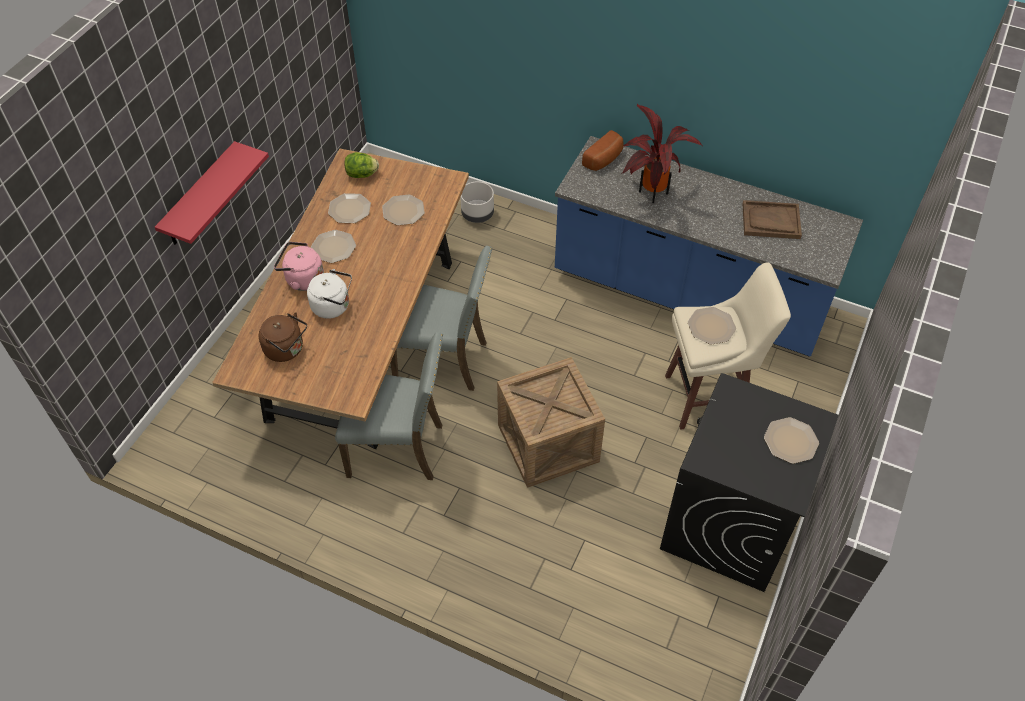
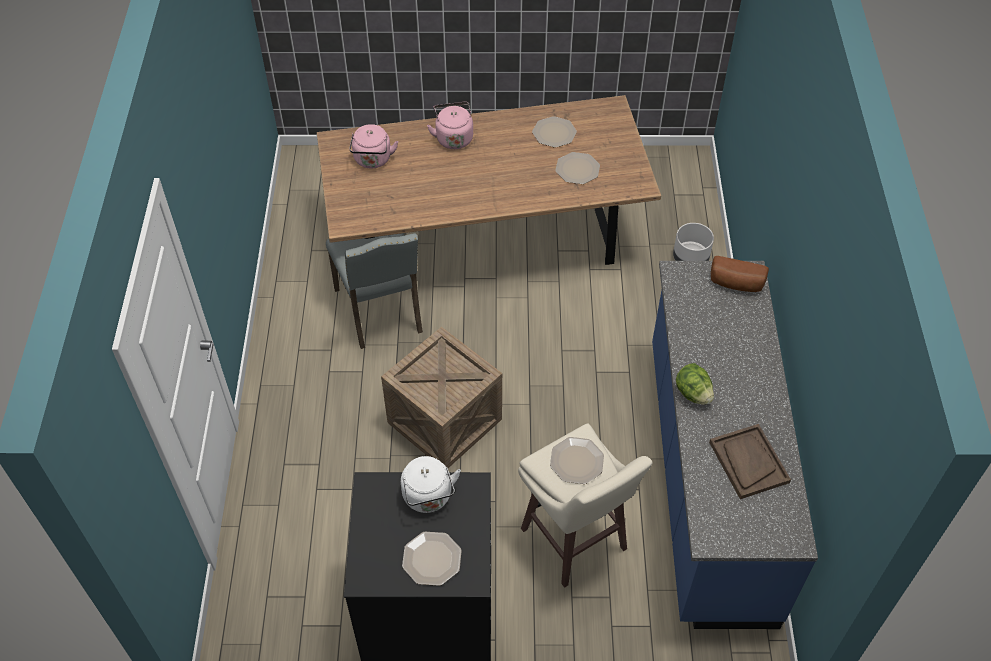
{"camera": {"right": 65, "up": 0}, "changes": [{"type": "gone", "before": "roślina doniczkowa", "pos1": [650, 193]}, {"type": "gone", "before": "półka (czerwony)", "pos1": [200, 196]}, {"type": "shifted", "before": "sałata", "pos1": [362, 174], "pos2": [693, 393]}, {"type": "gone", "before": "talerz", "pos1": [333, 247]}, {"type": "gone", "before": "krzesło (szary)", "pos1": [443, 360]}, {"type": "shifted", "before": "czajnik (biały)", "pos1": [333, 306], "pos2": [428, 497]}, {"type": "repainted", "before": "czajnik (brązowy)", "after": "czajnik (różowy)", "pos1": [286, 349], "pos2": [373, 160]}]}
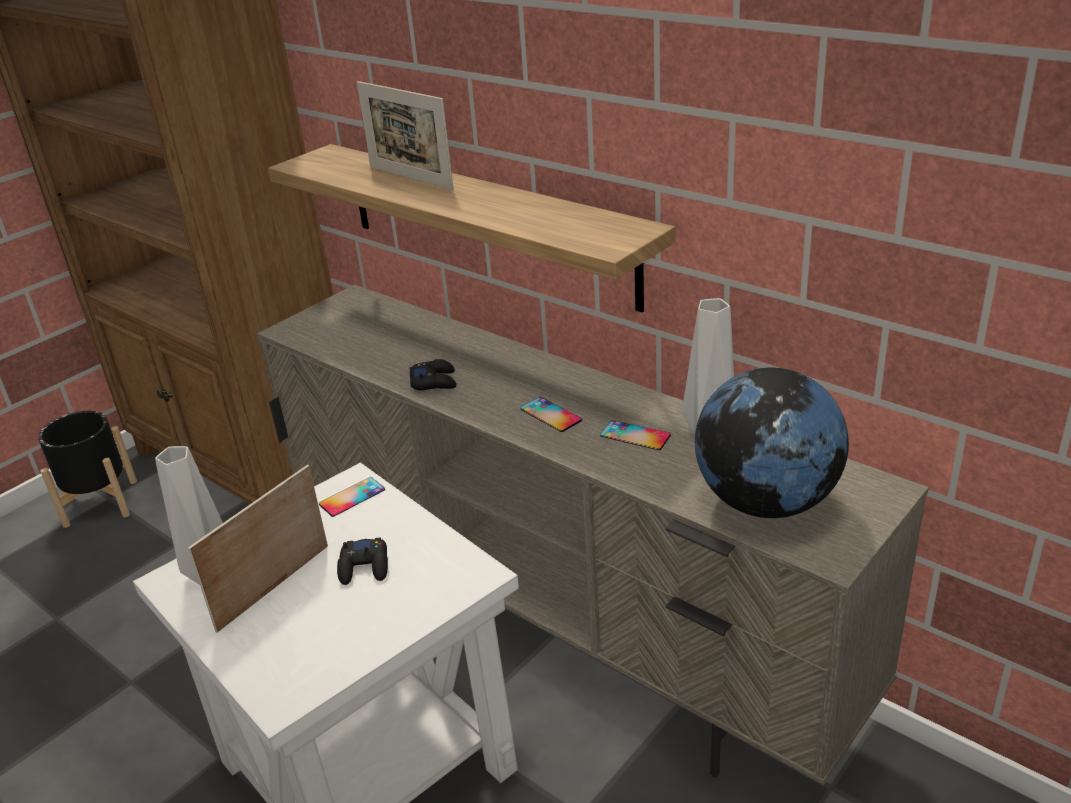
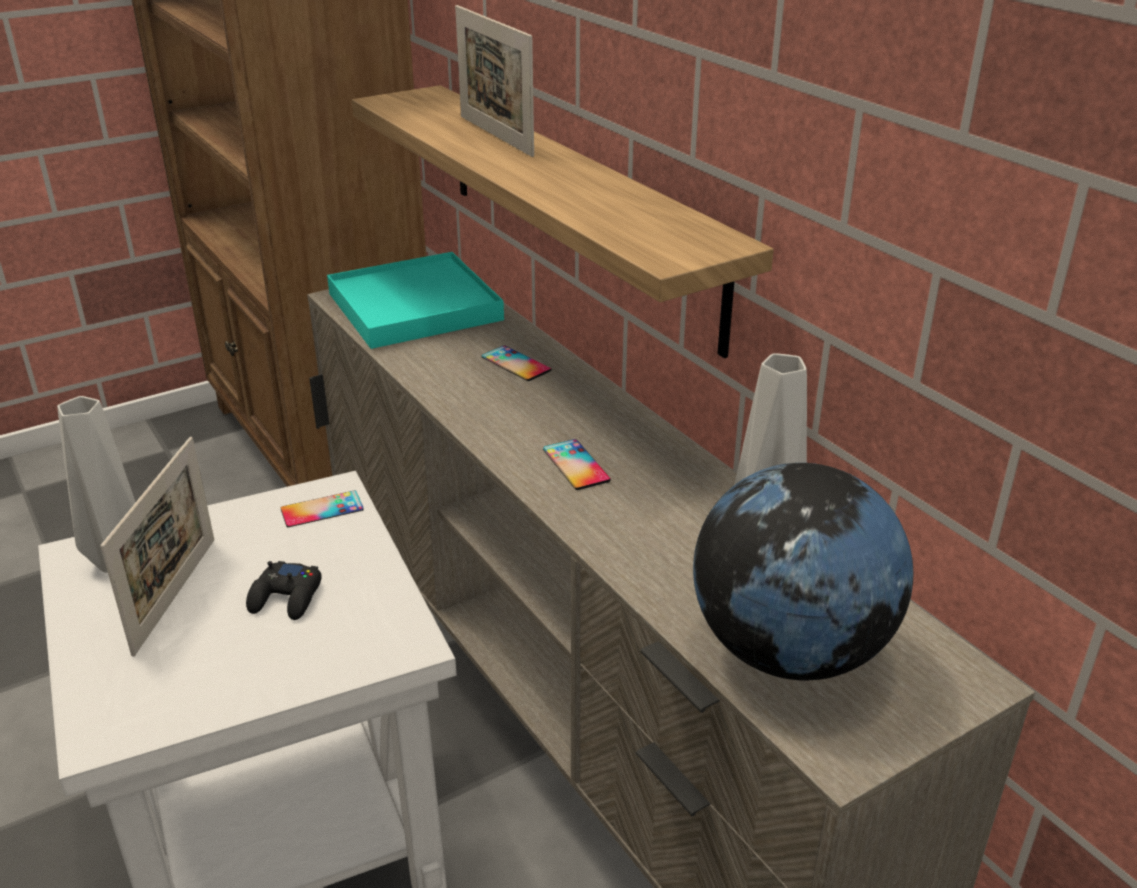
{"camera": {"right": 15, "up": 0}, "changes": [{"type": "gone", "before": "pad do gier (czarny)", "pos1": [434, 381]}, {"type": "gone", "before": "donica (czarny)", "pos1": [100, 503]}, {"type": "shifted", "before": "telefon", "pos1": [635, 435], "pos2": [516, 364]}, {"type": "rotated", "before": "ramka na zdjęcie", "pos1": [274, 587], "pos2": [175, 594], "turn": 135}, {"type": "new", "after": "taca (turkusowy)", "pos2": [414, 307]}]}
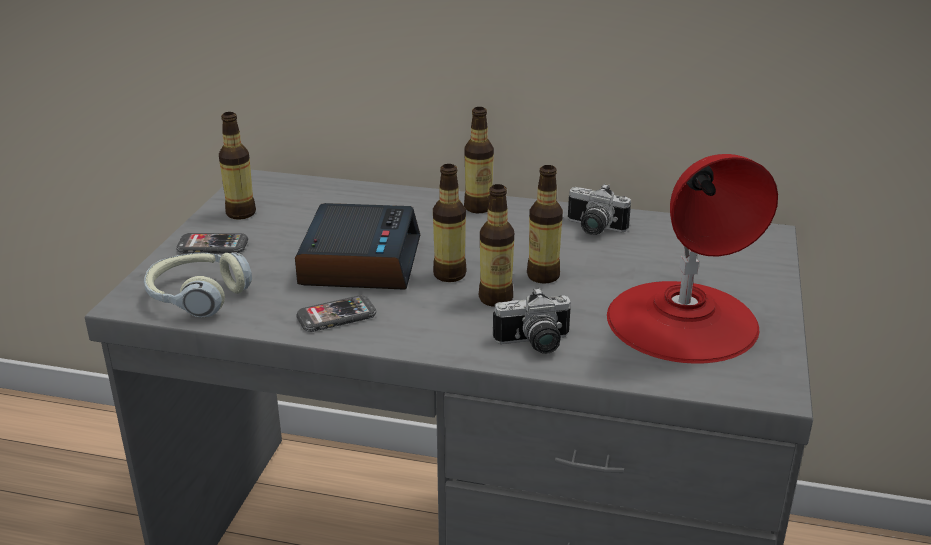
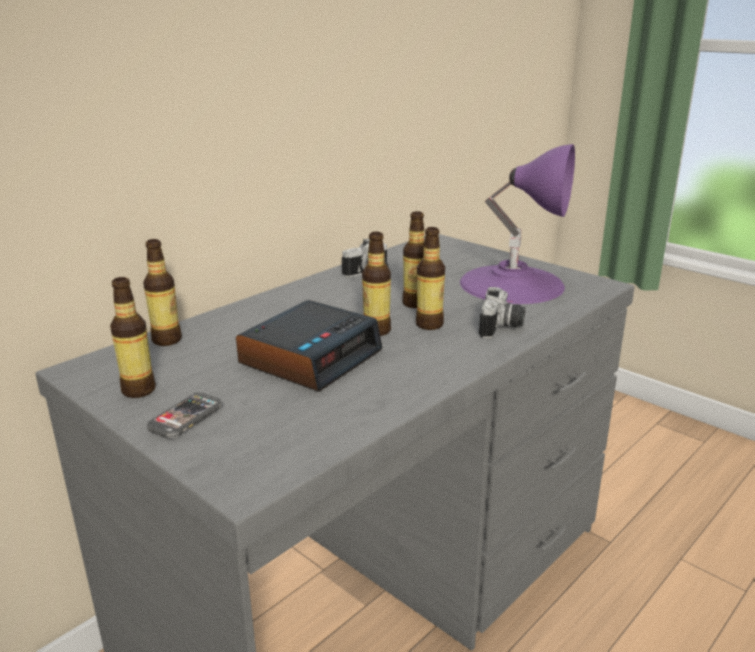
{"camera": {"right": -60, "up": -5}, "changes": [{"type": "shifted", "before": "butelka", "pos1": [478, 207], "pos2": [167, 340]}, {"type": "repainted", "before": "lampa stołowa (czerwony)", "after": "lampa stołowa (fioletowy)", "pos1": [683, 320], "pos2": [512, 283]}, {"type": "rotated", "before": "budzik", "pos1": [359, 260], "pos2": [311, 357], "turn": 90}, {"type": "gone", "before": "słuchawki", "pos1": [197, 296]}, {"type": "gone", "before": "telefon", "pos1": [336, 316]}]}
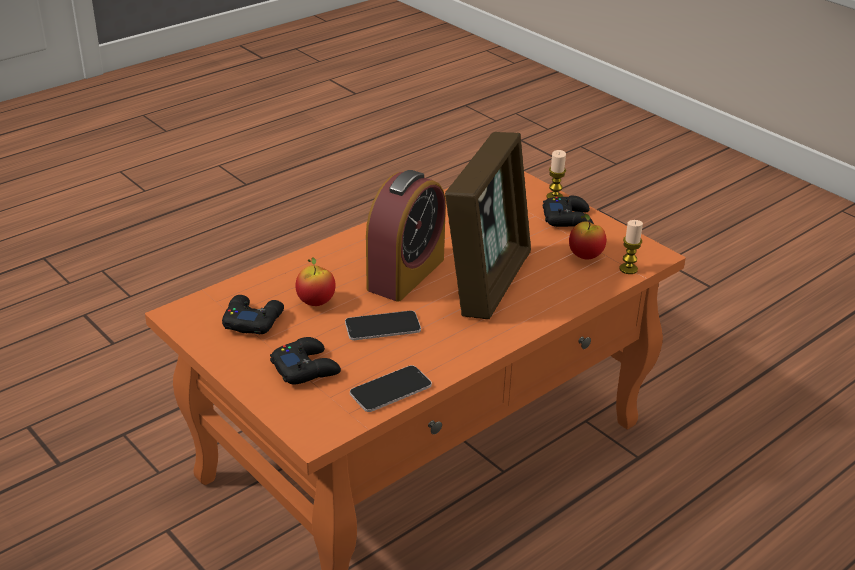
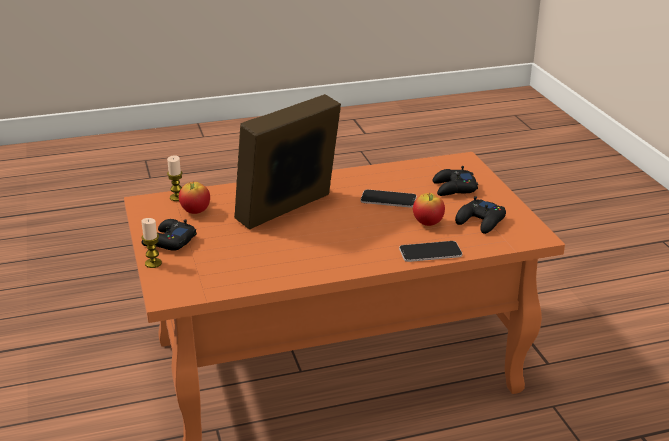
{"camera": {"right": -155, "up": -5}, "changes": [{"type": "gone", "before": "budzik", "pos1": [406, 274]}, {"type": "shifted", "before": "telefon", "pos1": [390, 390], "pos2": [430, 252]}]}
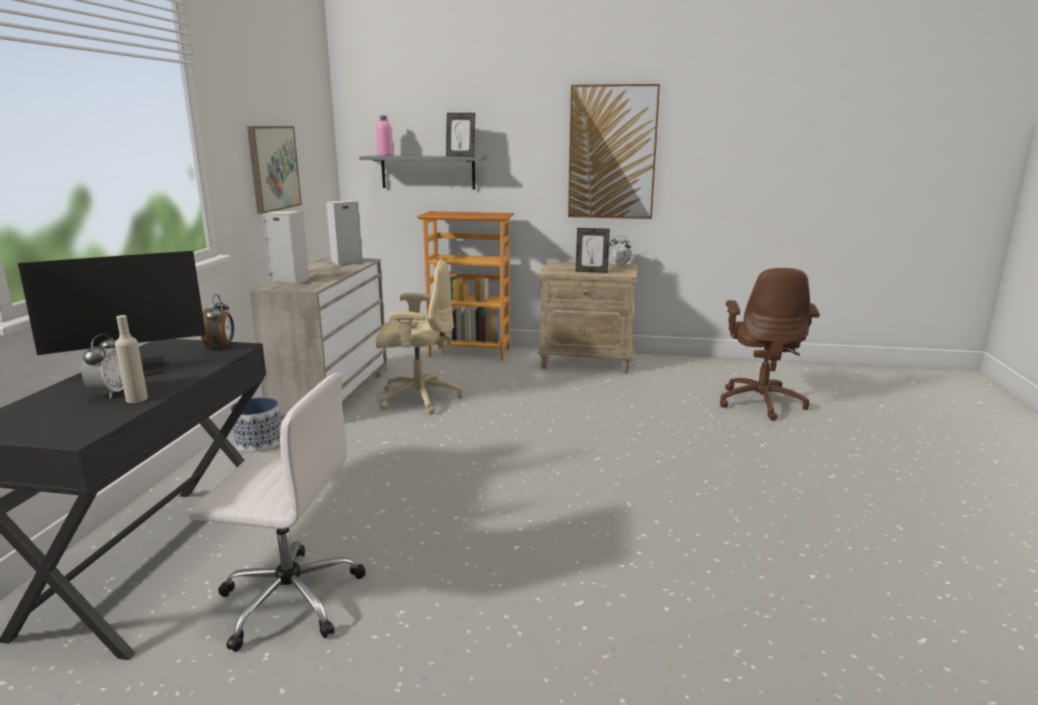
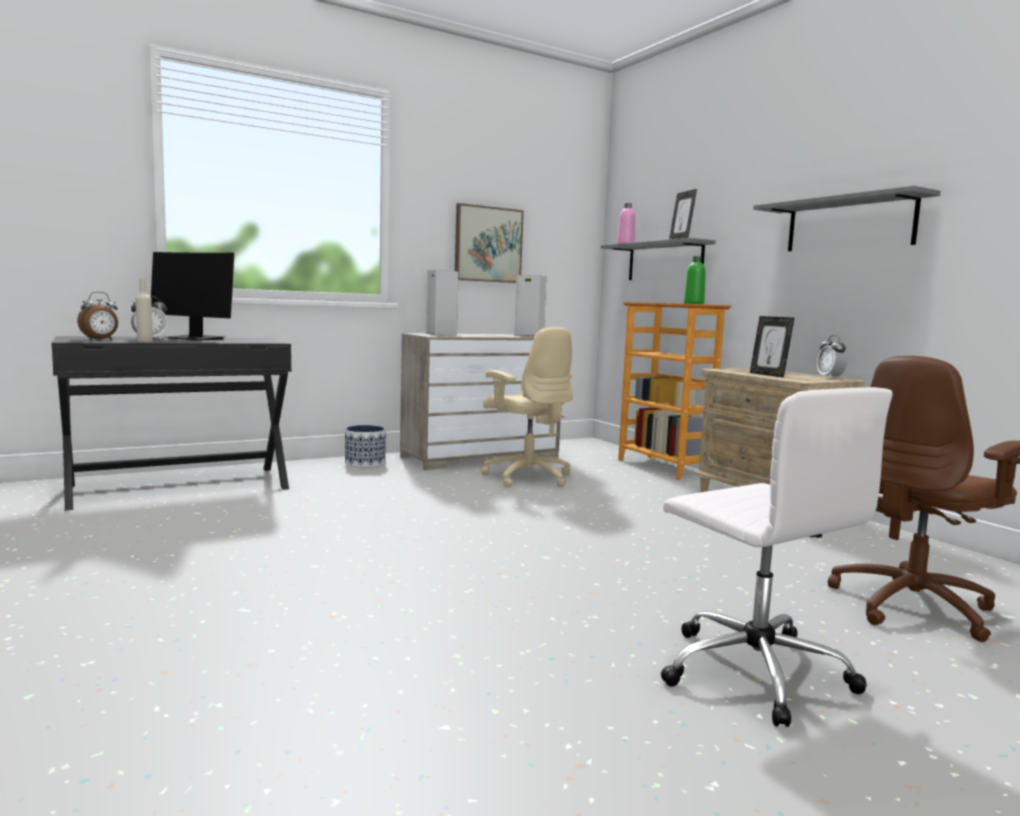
{"camera": {"right": 50, "up": -10}, "changes": [{"type": "swapped", "before": "obraz", "after": "półka (szary)", "pos1": [612, 152], "pos2": [849, 224]}, {"type": "shifted", "before": "budzik", "pos1": [221, 347], "pos2": [100, 339]}, {"type": "shifted", "before": "krzesło biurowe (biały)", "pos1": [288, 598], "pos2": [753, 670]}, {"type": "new", "after": "butelka (zielony)", "pos2": [693, 303]}]}
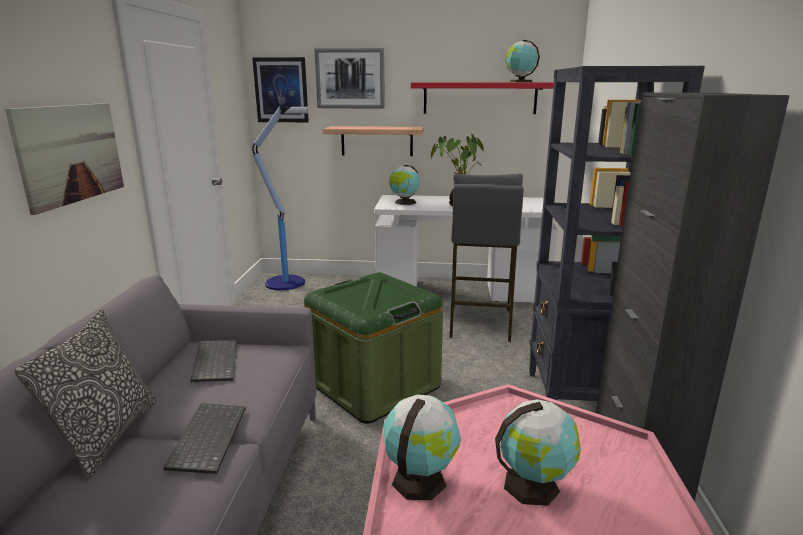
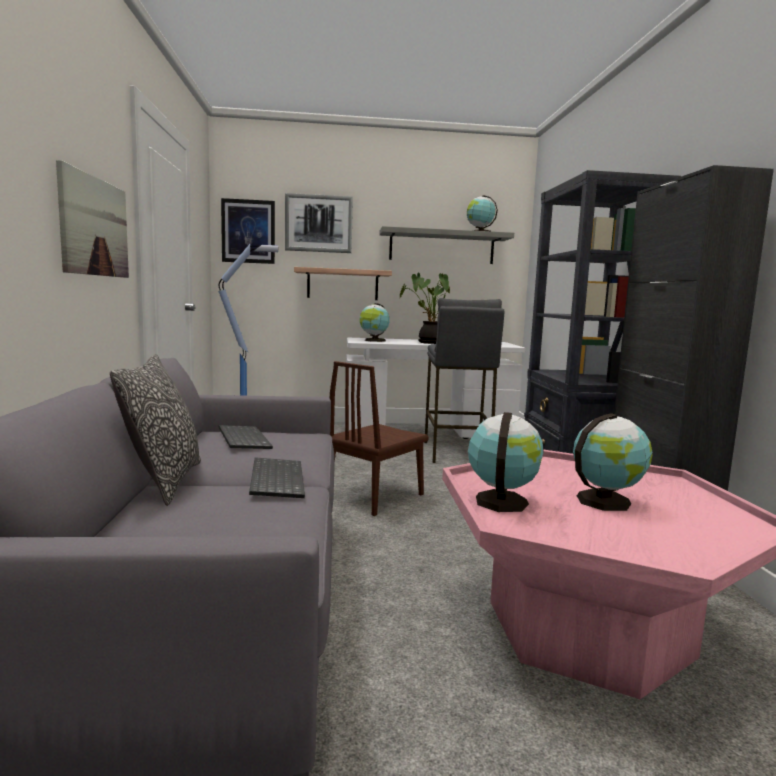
{"camera": {"right": -10, "up": -10}, "changes": [{"type": "repainted", "before": "półka (czerwony)", "after": "półka (szary)", "pos1": [480, 98], "pos2": [441, 247]}, {"type": "swapped", "before": "pojemnik do przechowywania (zielony)", "after": "krzesło (brązowy)", "pos1": [374, 385], "pos2": [375, 496]}]}
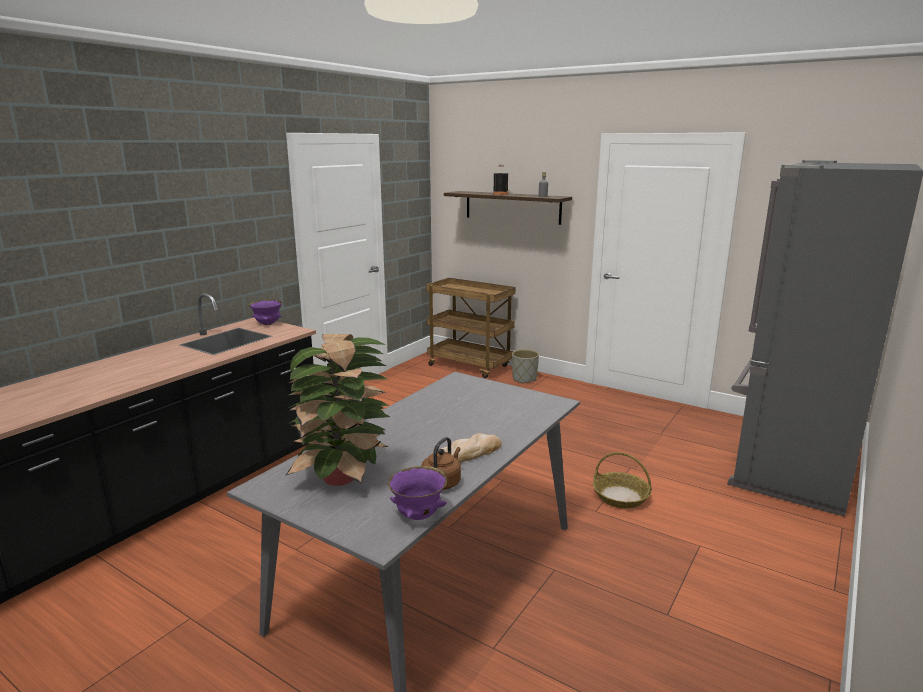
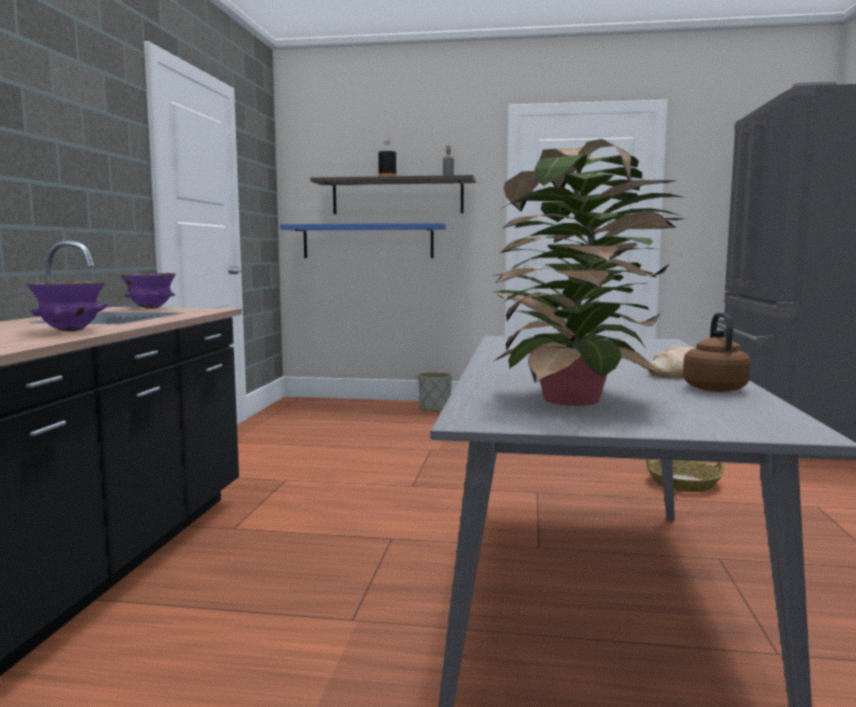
{"camera": {"right": -25, "up": -10}, "changes": [{"type": "gone", "before": "wózek (brązowy)", "pos1": [470, 366]}, {"type": "shifted", "before": "miska (fioletowy)", "pos1": [419, 516], "pos2": [71, 331]}, {"type": "new", "after": "półka (niebieski)", "pos2": [367, 241]}]}
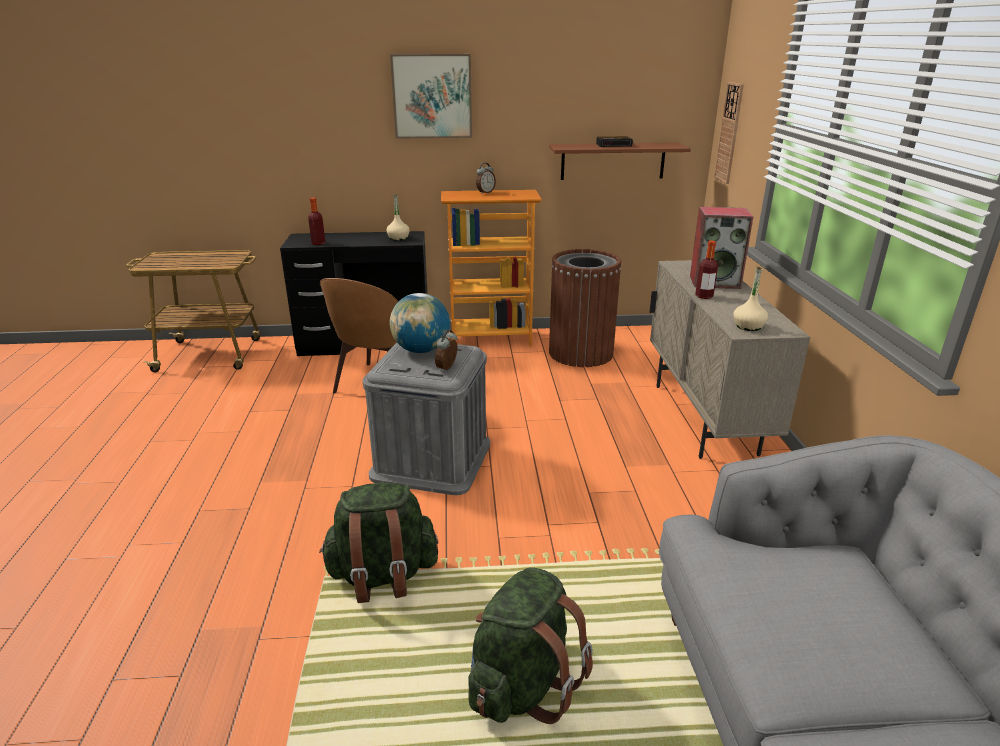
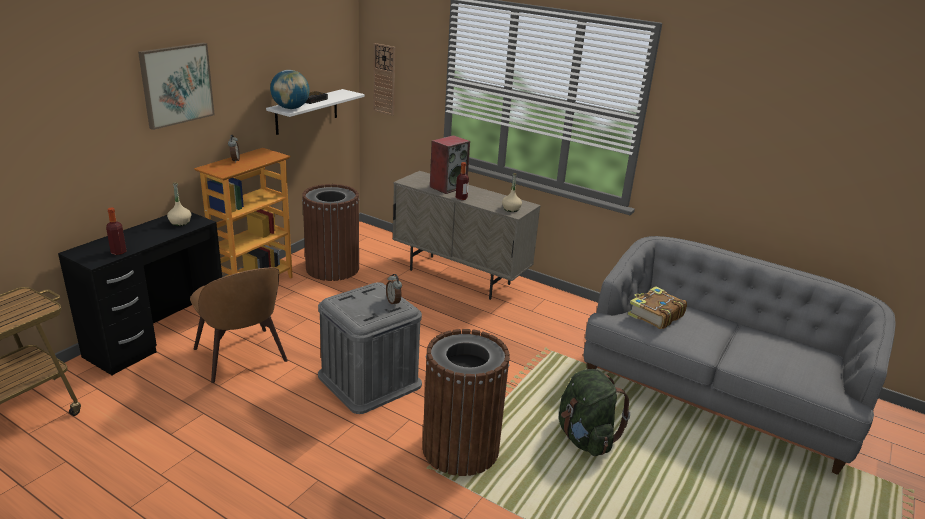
{"camera": {"right": -55, "up": 0}, "changes": [{"type": "repainted", "before": "półka (brązowy)", "after": "półka (biały)", "pos1": [613, 161], "pos2": [307, 111]}, {"type": "shifted", "before": "globus", "pos1": [421, 350], "pos2": [291, 108]}, {"type": "swapped", "before": "plecak (zielony)", "after": "kosz na śmieci (brązowy)", "pos1": [383, 575], "pos2": [460, 448]}, {"type": "new", "after": "książka", "pos2": [654, 315]}]}
